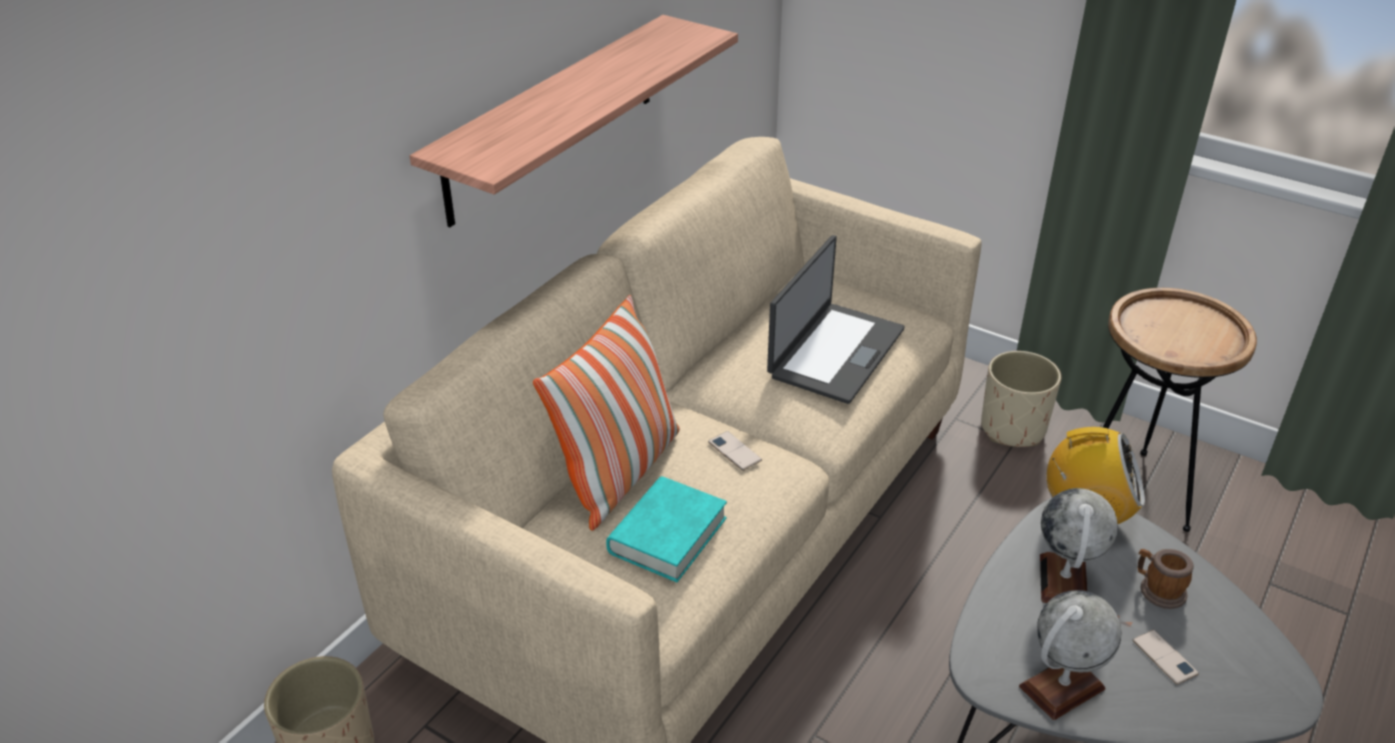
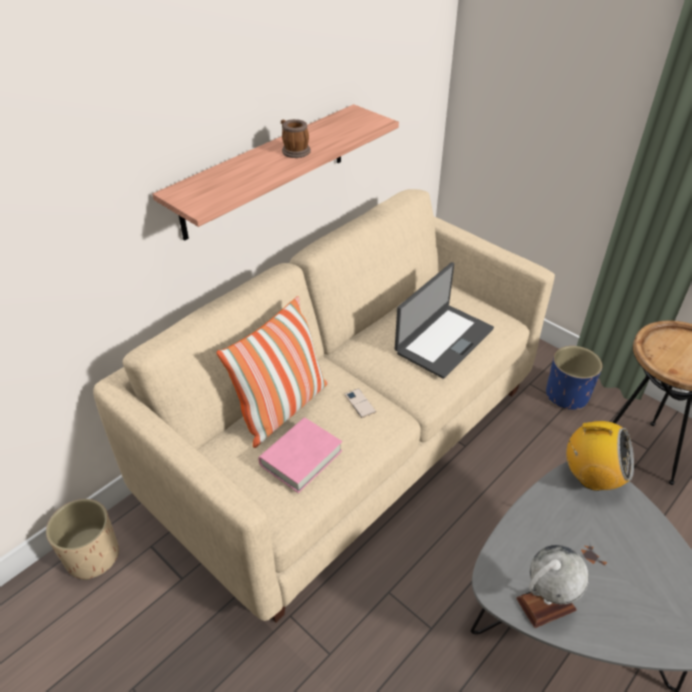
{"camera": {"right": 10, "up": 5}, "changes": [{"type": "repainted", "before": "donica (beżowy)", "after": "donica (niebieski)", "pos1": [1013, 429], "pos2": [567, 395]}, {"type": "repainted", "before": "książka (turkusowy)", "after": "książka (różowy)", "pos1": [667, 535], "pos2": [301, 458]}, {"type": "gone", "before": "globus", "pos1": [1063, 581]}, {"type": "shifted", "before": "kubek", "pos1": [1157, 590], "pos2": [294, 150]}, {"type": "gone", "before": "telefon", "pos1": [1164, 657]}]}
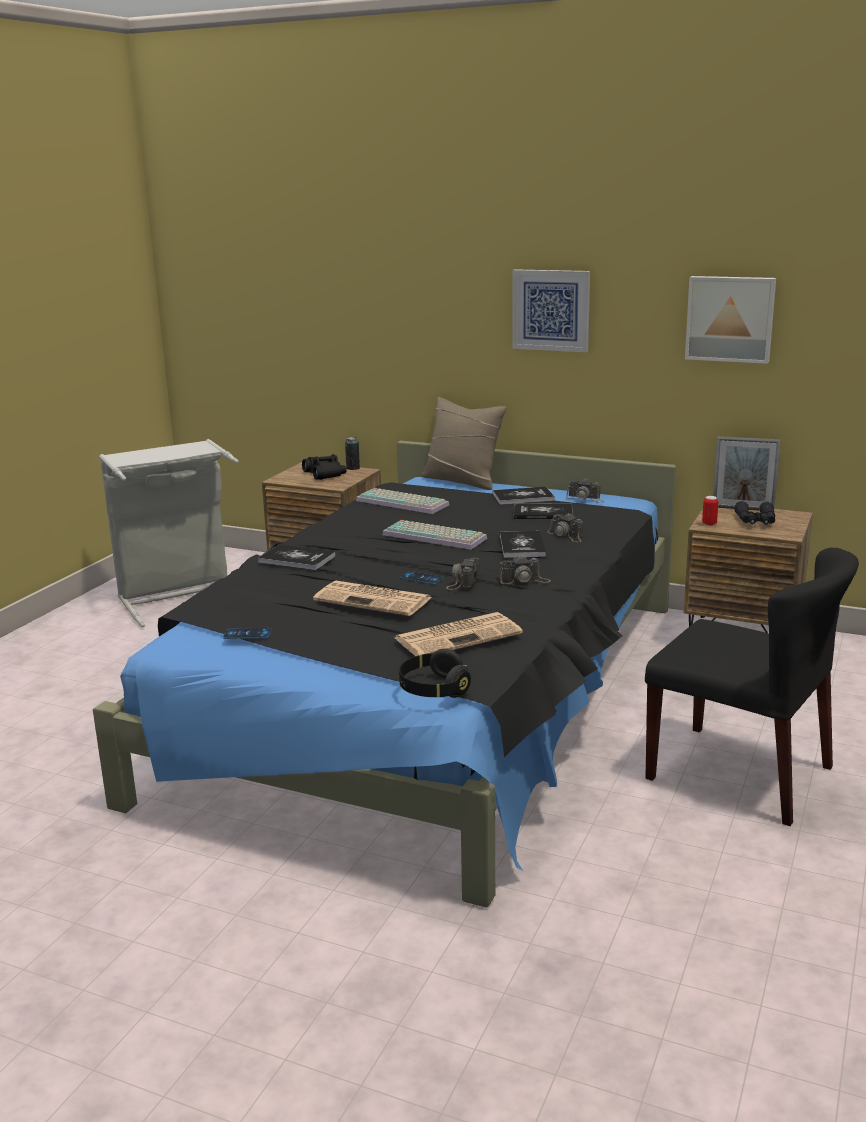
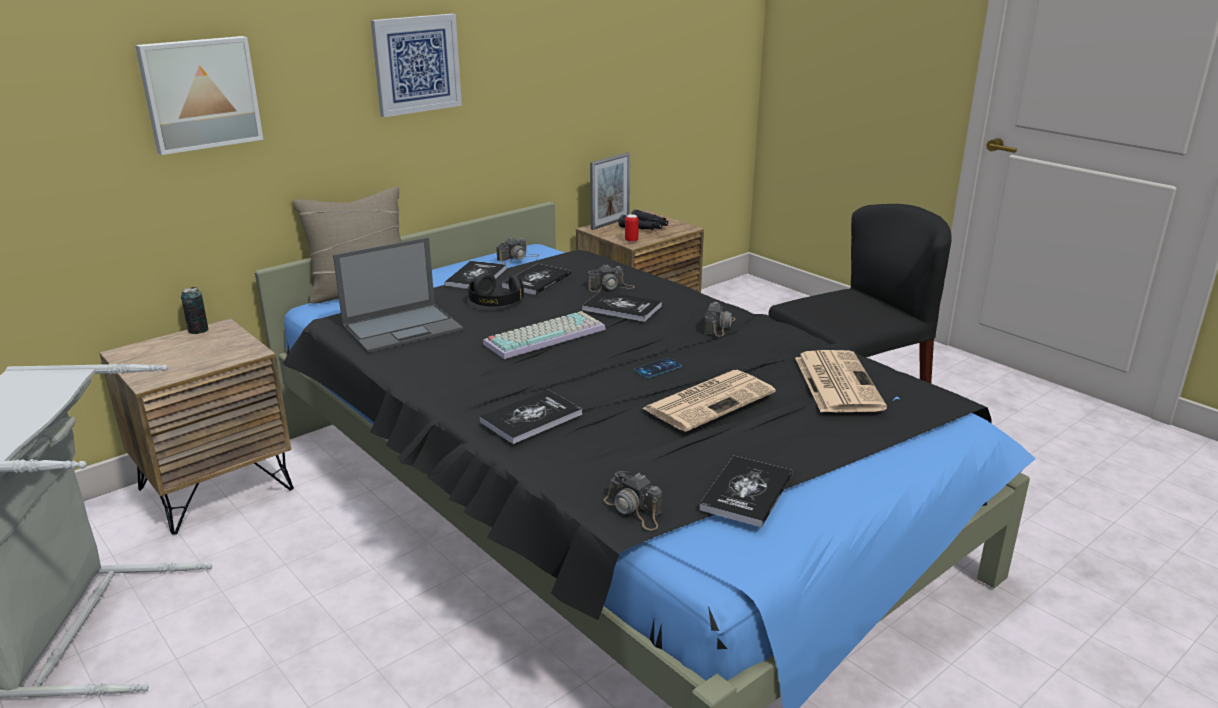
{"camera": {"right": -65, "up": 5}, "changes": [{"type": "shifted", "before": "obraz", "pos1": [730, 318], "pos2": [200, 93]}, {"type": "gone", "before": "lornetka (czarny)", "pos1": [325, 474]}, {"type": "swapped", "before": "klawiatura", "after": "laptop", "pos1": [404, 502], "pos2": [403, 328]}, {"type": "shifted", "before": "aparat fotograficzny", "pos1": [463, 581], "pos2": [634, 510]}, {"type": "swapped", "before": "telefon", "after": "książka", "pos1": [247, 634], "pos2": [746, 492]}, {"type": "shifted", "before": "słuchawki (czarny)", "pos1": [433, 689], "pos2": [496, 303]}]}
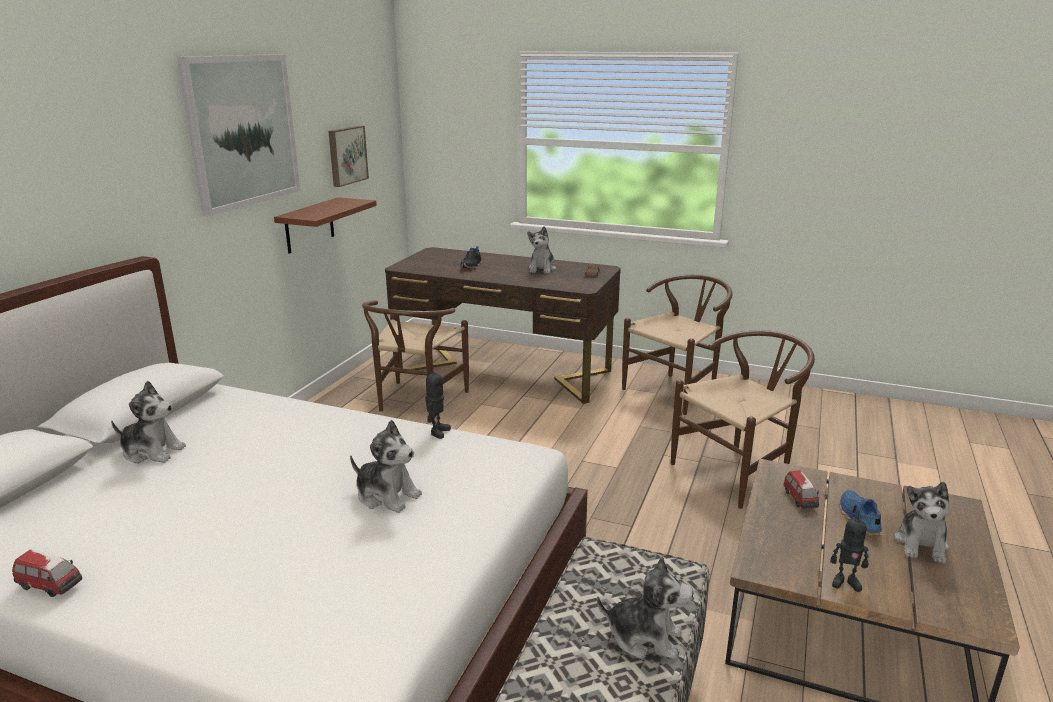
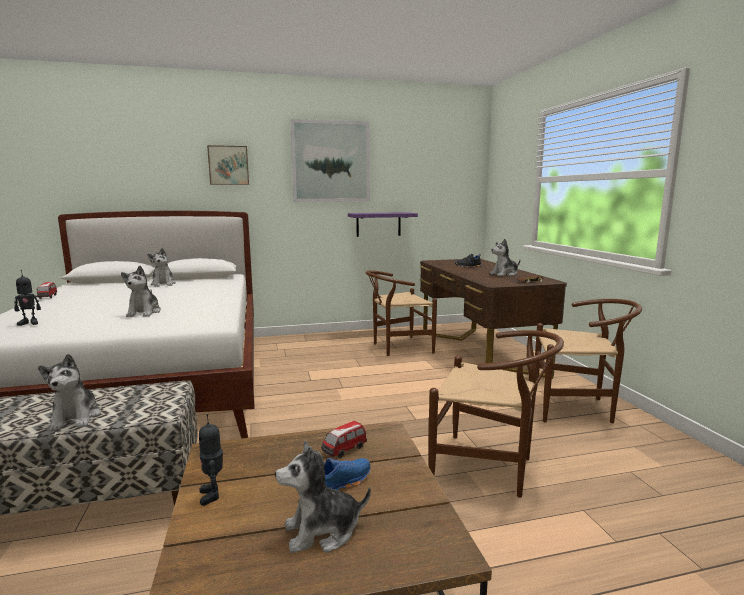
{"camera": {"right": 55, "up": -10}, "changes": [{"type": "shifted", "before": "obraz", "pos1": [346, 155], "pos2": [228, 165]}, {"type": "repainted", "before": "półka (brązowy)", "after": "półka (fioletowy)", "pos1": [309, 225], "pos2": [378, 224]}, {"type": "shifted", "before": "robot zabawkowy", "pos1": [437, 432], "pos2": [29, 323]}]}
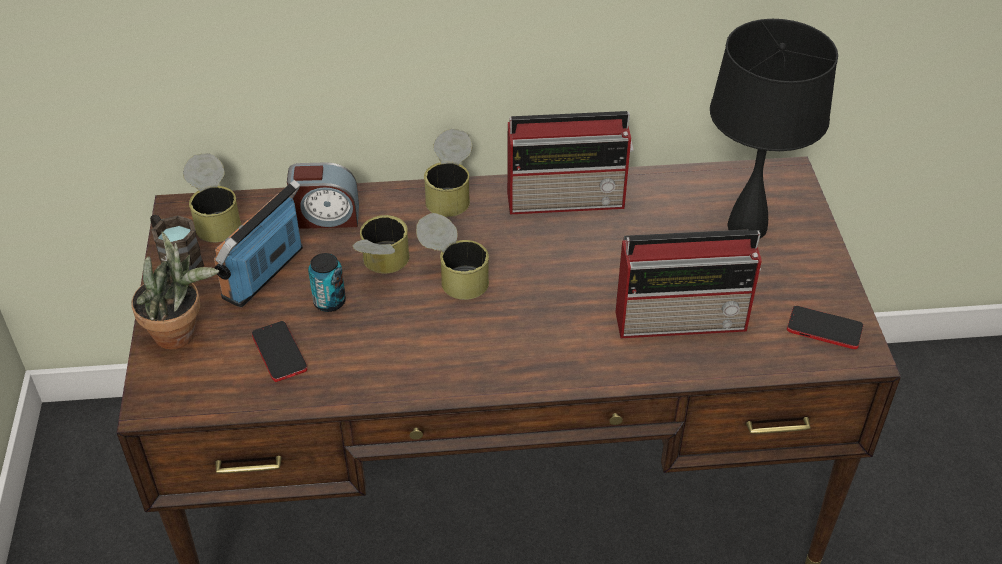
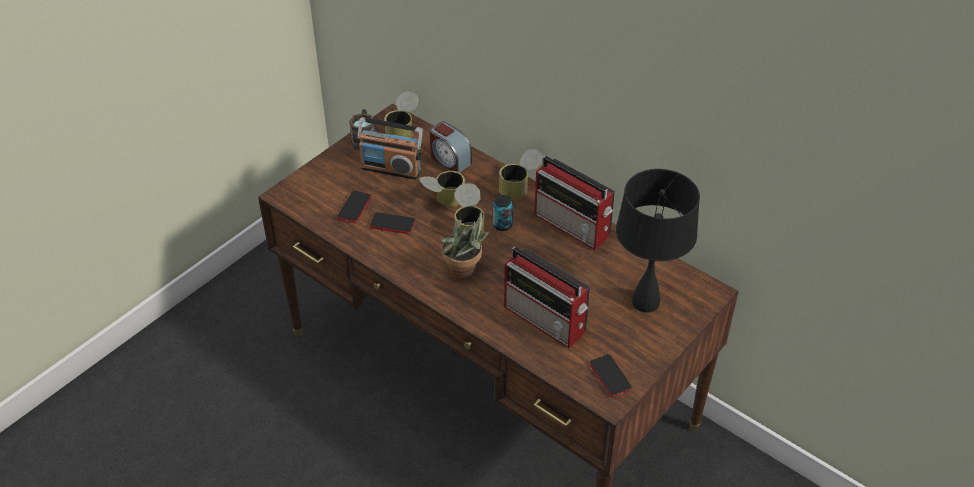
{"camera": {"right": 45, "up": 0}, "changes": [{"type": "rotated", "before": "radio", "pos1": [264, 273], "pos2": [391, 169], "turn": -150}, {"type": "shifted", "before": "roślina doniczkowa", "pos1": [181, 334], "pos2": [465, 272]}, {"type": "shifted", "before": "puszka", "pos1": [329, 302], "pos2": [502, 225]}, {"type": "new", "after": "telefon", "pos2": [392, 224]}]}
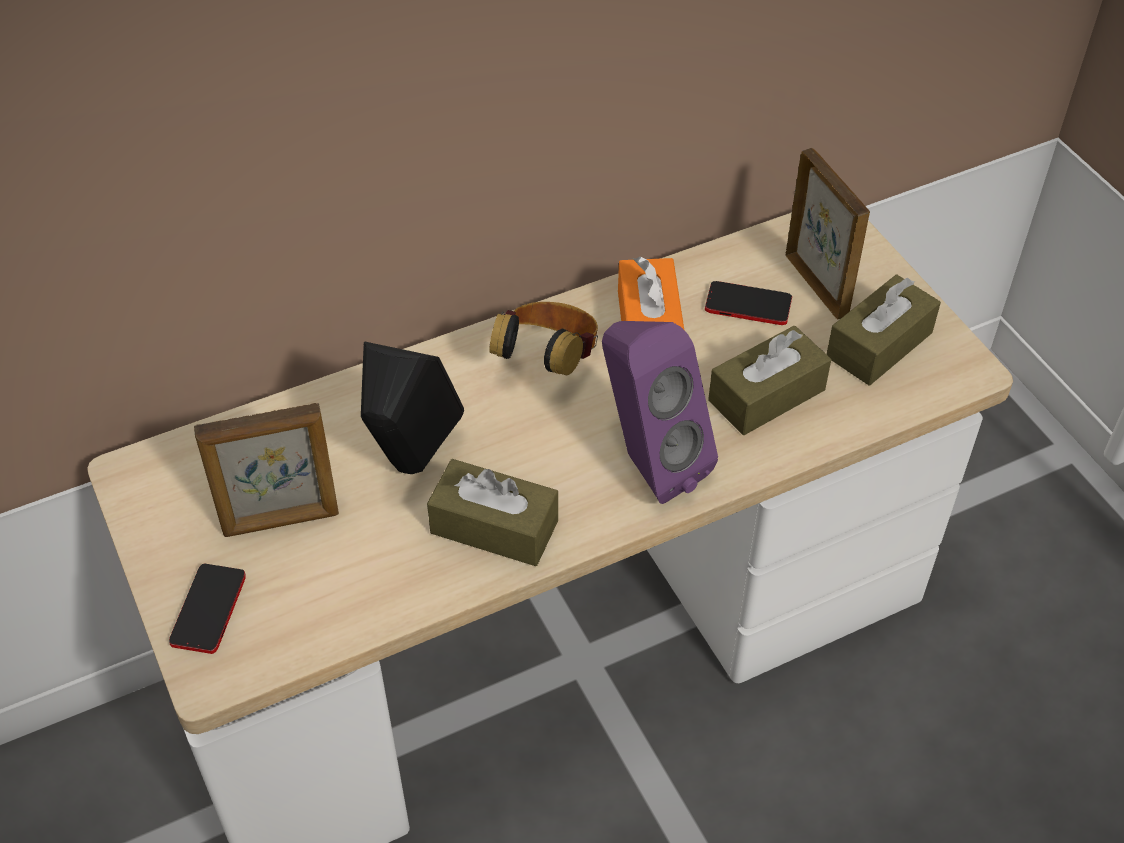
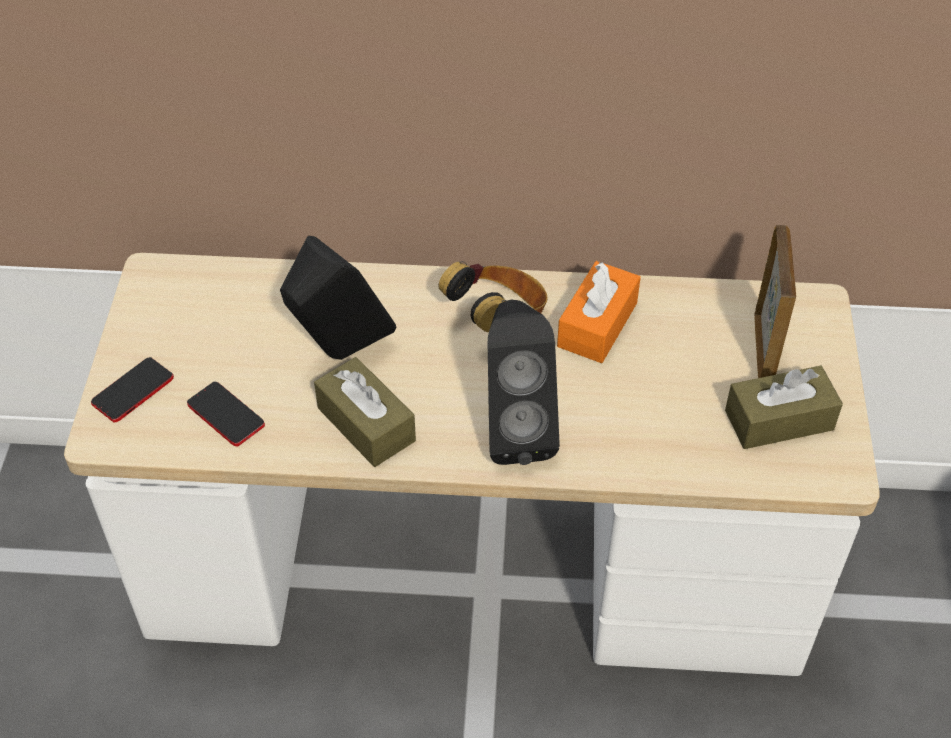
{"camera": {"right": 30, "up": 0}, "changes": [{"type": "shifted", "before": "telefon", "pos1": [748, 304], "pos2": [226, 415]}, {"type": "repainted", "before": "głośnik (fioletowy)", "after": "głośnik (czarny)", "pos1": [648, 463], "pos2": [516, 430]}, {"type": "gone", "before": "pudełko chusteczek (brązowy)", "pos1": [766, 395]}, {"type": "gone", "before": "ramka na zdjęcie", "pos1": [281, 521]}]}
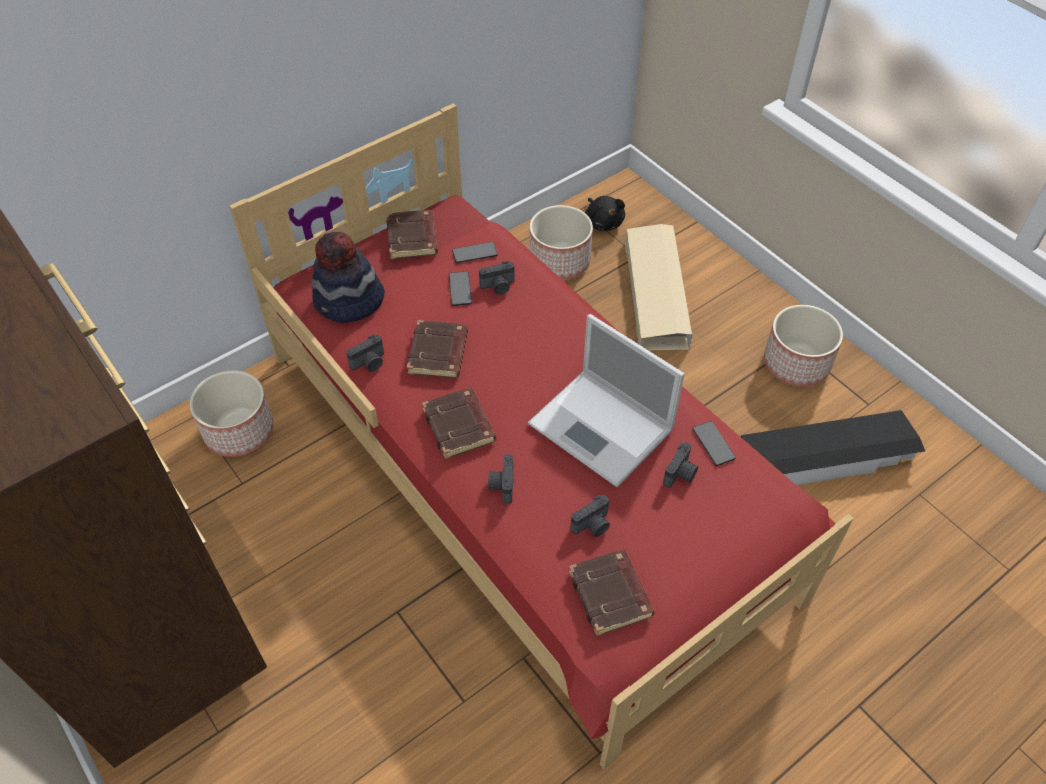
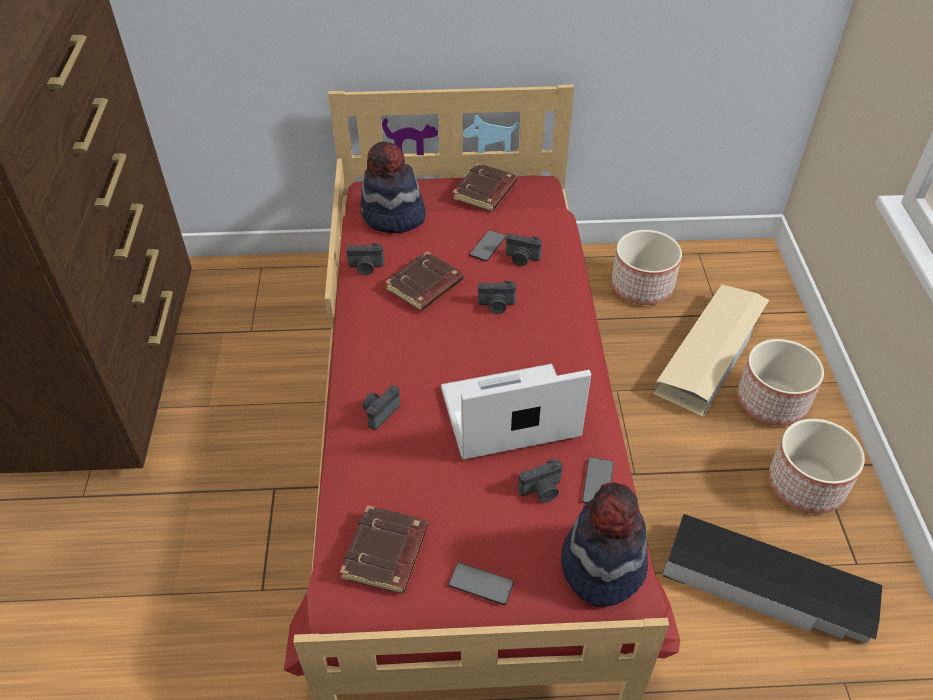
{"camera": {"right": 35, "up": -5}, "changes": [{"type": "gone", "before": "pluszak (czarny)", "pos1": [603, 222]}, {"type": "shifted", "before": "telefon", "pos1": [474, 253], "pos2": [481, 584]}, {"type": "rotated", "before": "laptop", "pos1": [603, 428], "pos2": [506, 414], "turn": 90}, {"type": "shifted", "before": "donica", "pos1": [238, 430], "pos2": [771, 400]}, {"type": "gone", "before": "książka (brązowy)", "pos1": [460, 426]}, {"type": "shifted", "before": "aparat fotograficzny", "pos1": [593, 525], "pos2": [496, 306]}, {"type": "new", "after": "kapelusz", "pos2": [602, 565]}]}
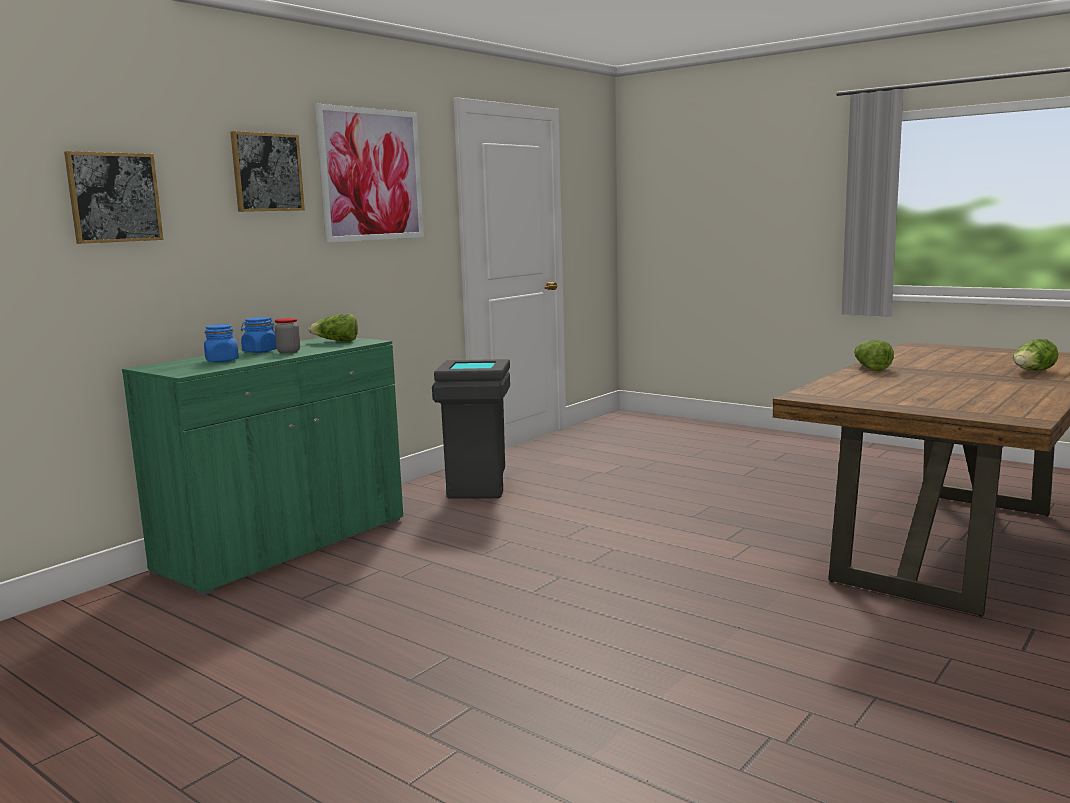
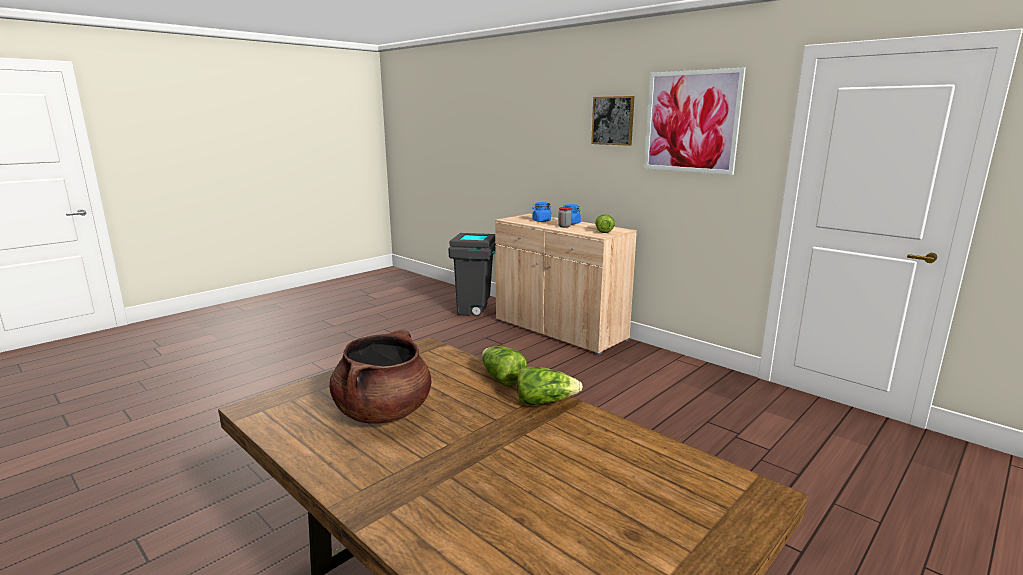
{"camera": {"right": 95, "up": 5}, "changes": [{"type": "gone", "before": "obraz", "pos1": [114, 197]}, {"type": "repainted", "before": "szafka (zielony)", "after": "szafka (beżowy)", "pos1": [285, 545], "pos2": [559, 330]}, {"type": "shifted", "before": "sałata", "pos1": [1032, 371], "pos2": [501, 378]}, {"type": "shifted", "before": "kosz na śmieci (szary)", "pos1": [477, 490], "pos2": [477, 311]}, {"type": "new", "after": "garnek (brązowy)", "pos2": [384, 412]}]}
